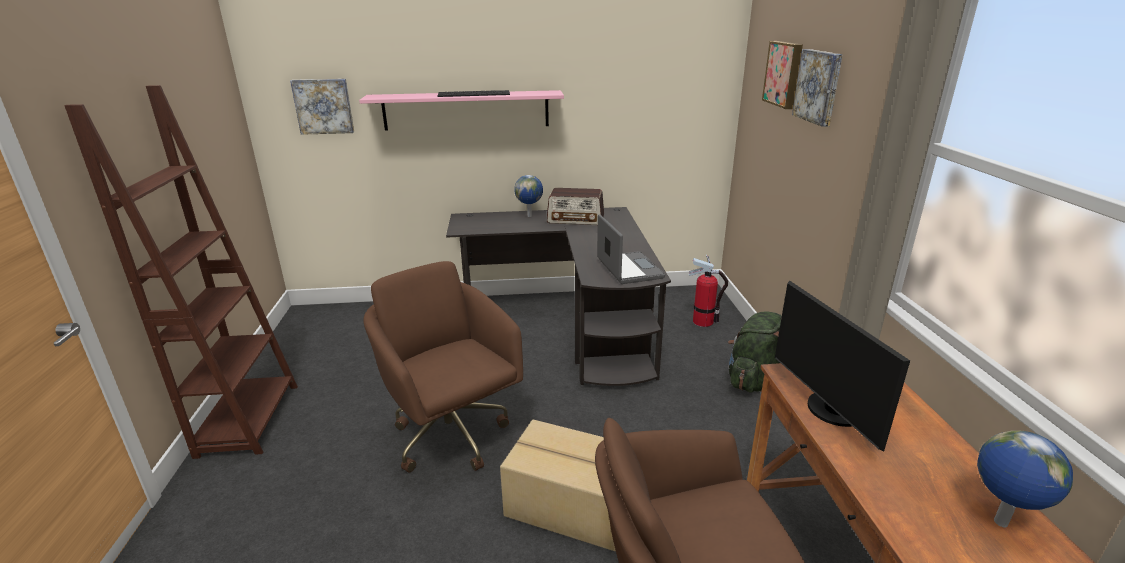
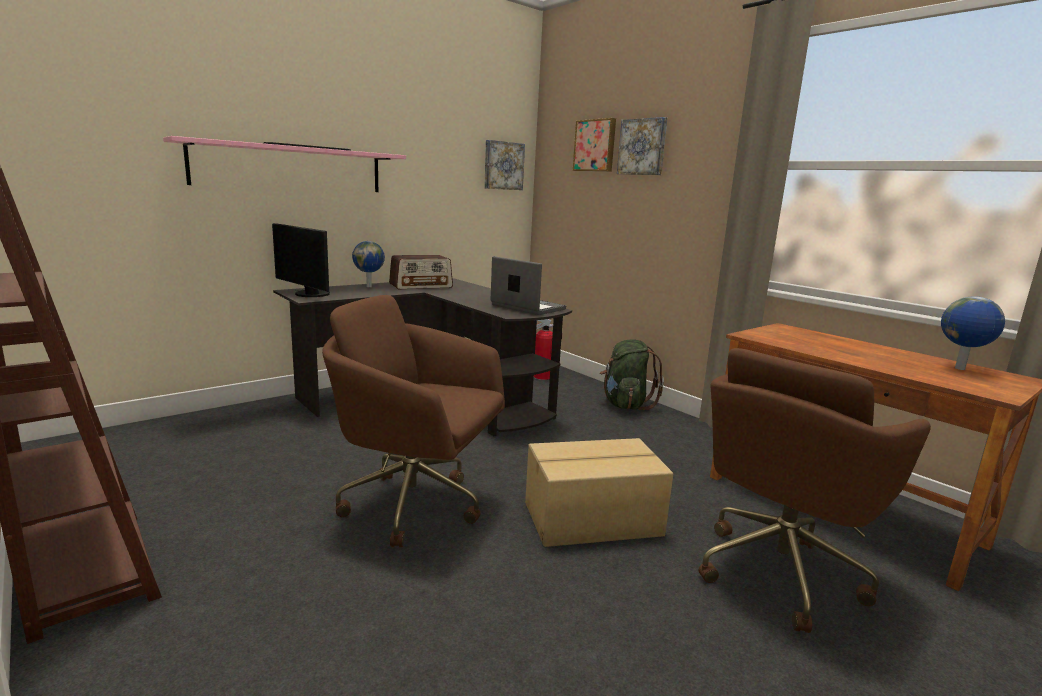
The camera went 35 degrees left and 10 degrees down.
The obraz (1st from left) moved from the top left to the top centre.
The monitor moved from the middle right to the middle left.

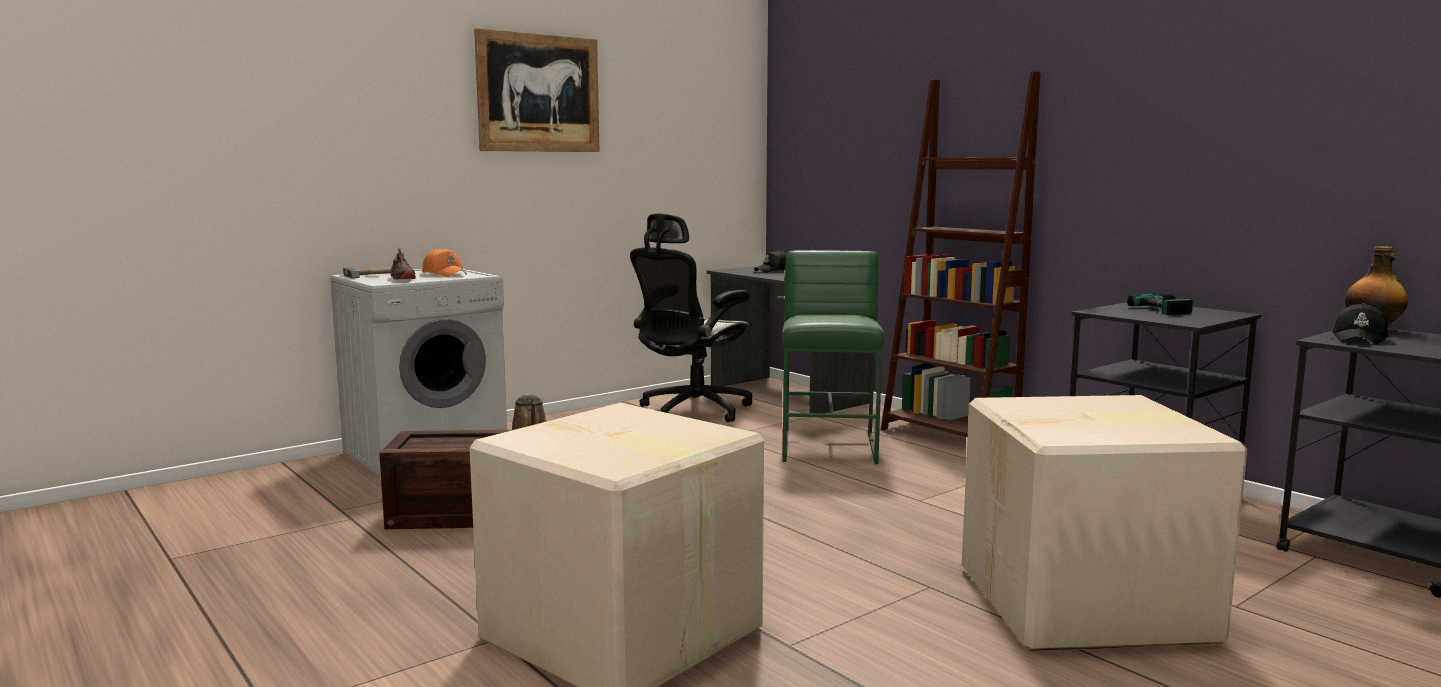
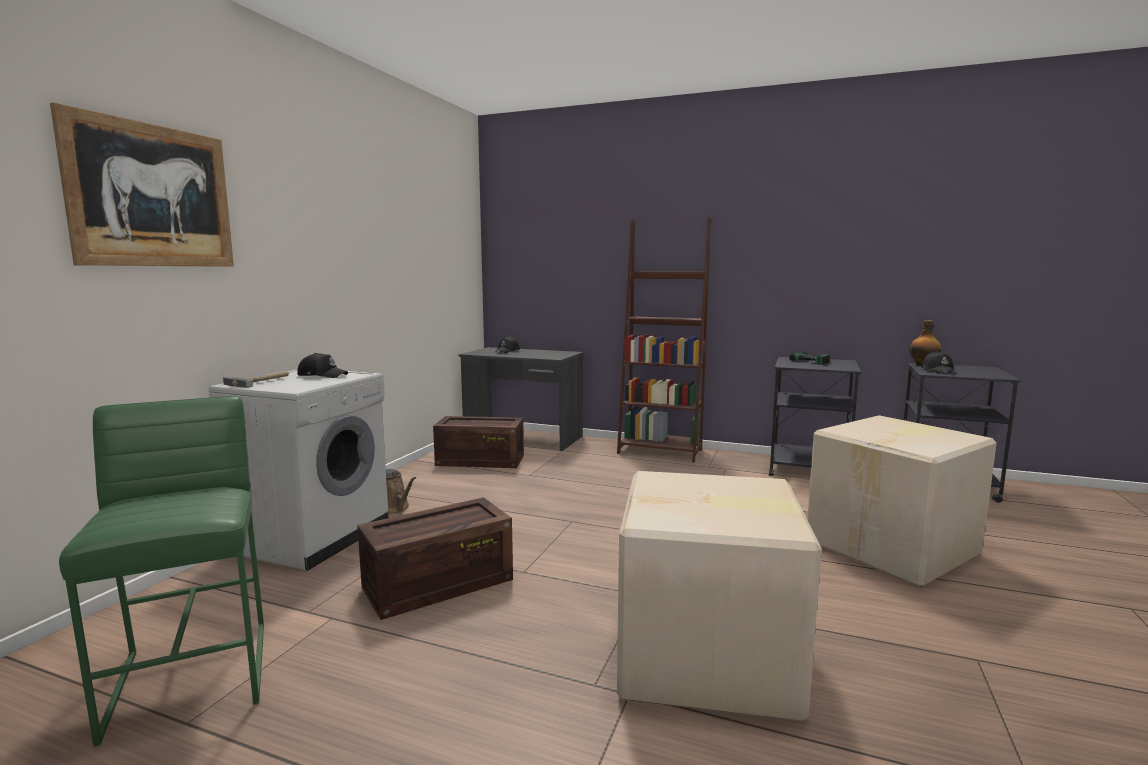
The camera went 30 degrees left and 0 degrees up.
The but/czarny at the middle left disappeared.
The obraz moved from the top centre to the top left.
The stołek/zielony moved from the centre to the bottom left.
The krzesło biurowe at the centre was replaced by the skrzynka (2nd from left) at the centre.
The czapka z daszkiem/pomarańczowy at the middle left became the czapka z daszkiem/czarny (1st from left) at the middle left.

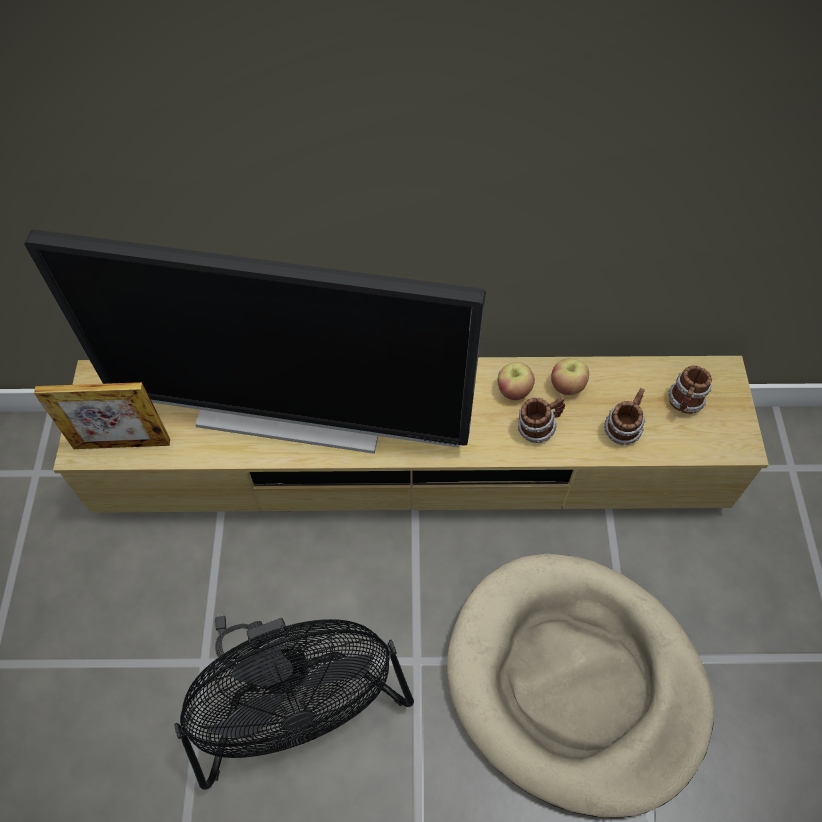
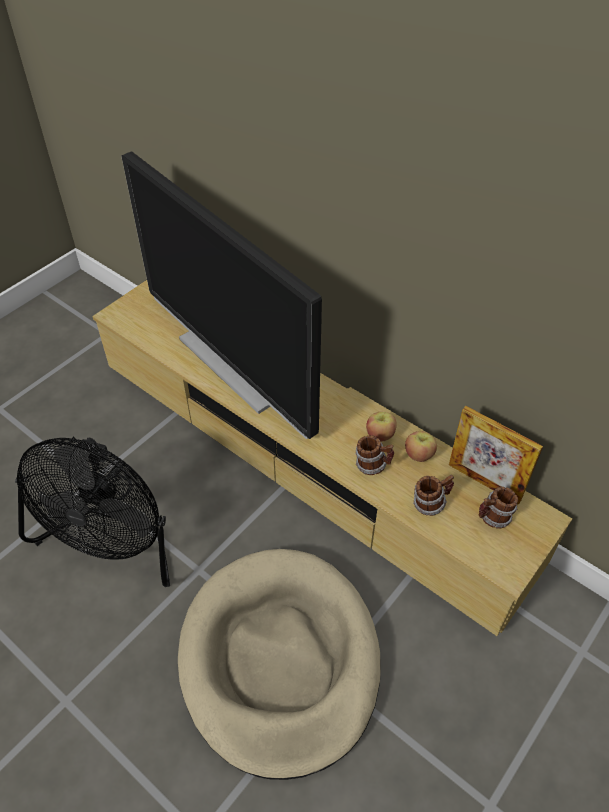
The camera went 40 degrees right and 10 degrees down.
The ramka na zdjęcie moved from the middle left to the middle right.

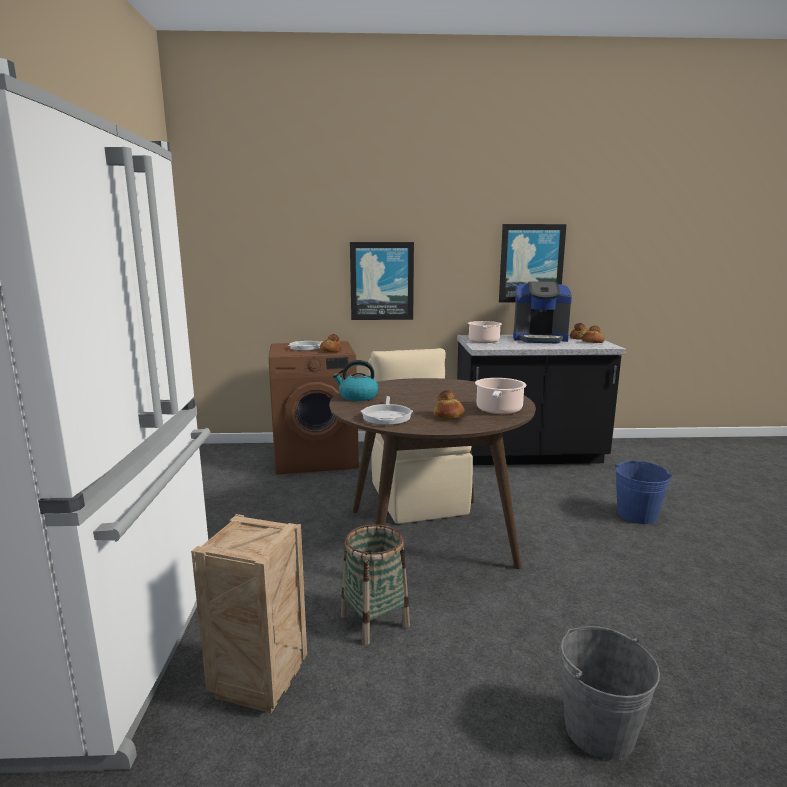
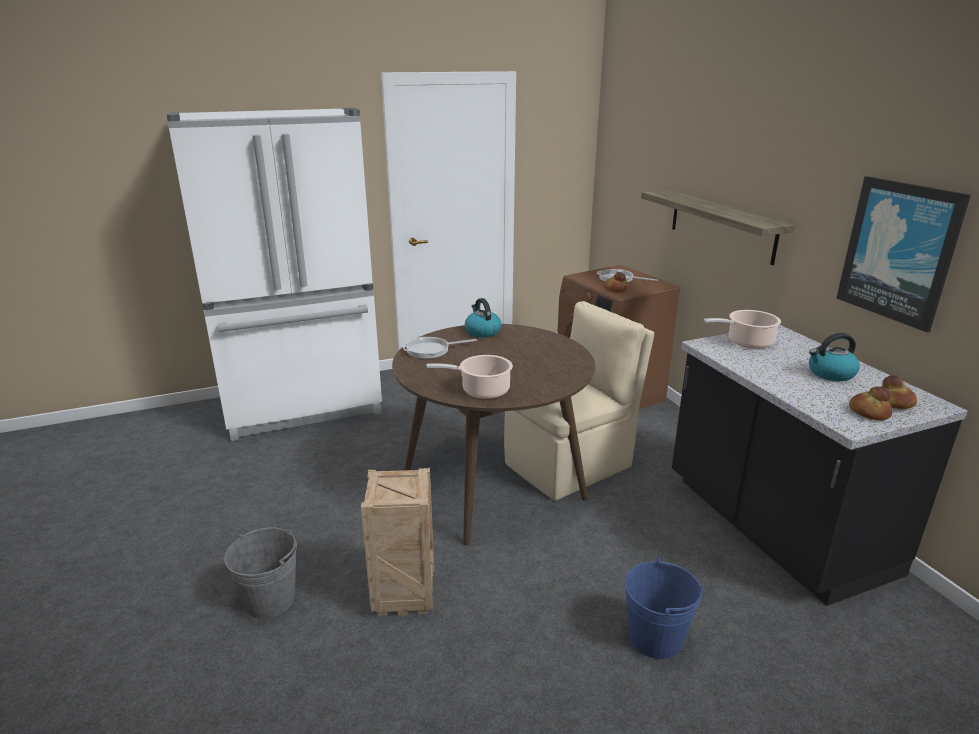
The camera went 70 degrees right and 10 degrees up.
The koszyk at the bottom centre disappeared.
The chleb (2nd from left) at the centre disappeared.
The skrzynka moved from the bottom left to the bottom centre.
The obraz (1st from left) at the centre was replaced by the półka at the top right.
The ekspres do kawy at the middle right was replaced by the czajnik (2nd from left) at the middle right.

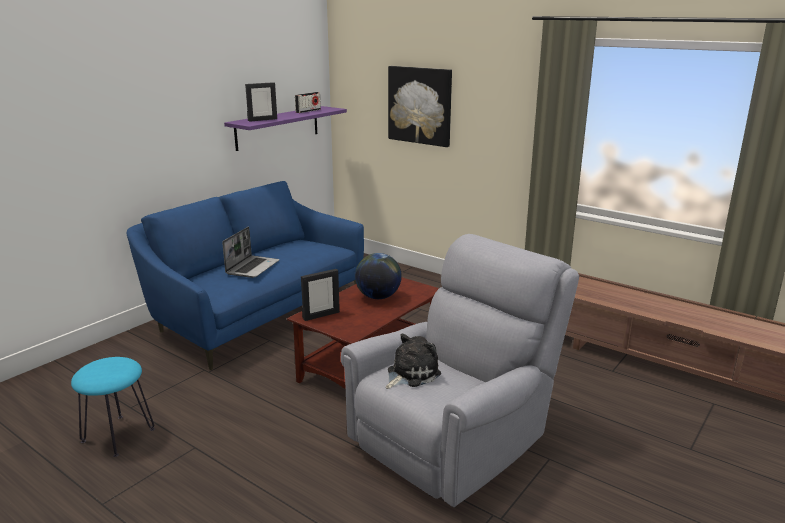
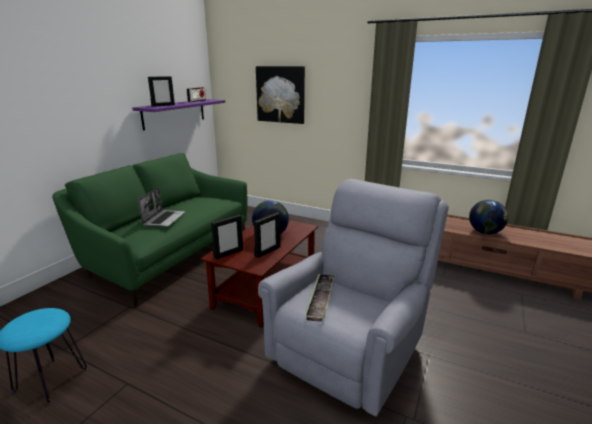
The camera went 10 degrees left and 0 degrees up.
The ramka na zdjęcie (3rd from left) at the centre appeared.
The globus (2nd from left) at the middle right appeared.
The pluszak at the bottom centre was replaced by the taca at the bottom centre.
The kanapa/niebieski at the middle left became the kanapa/zielony at the middle left.

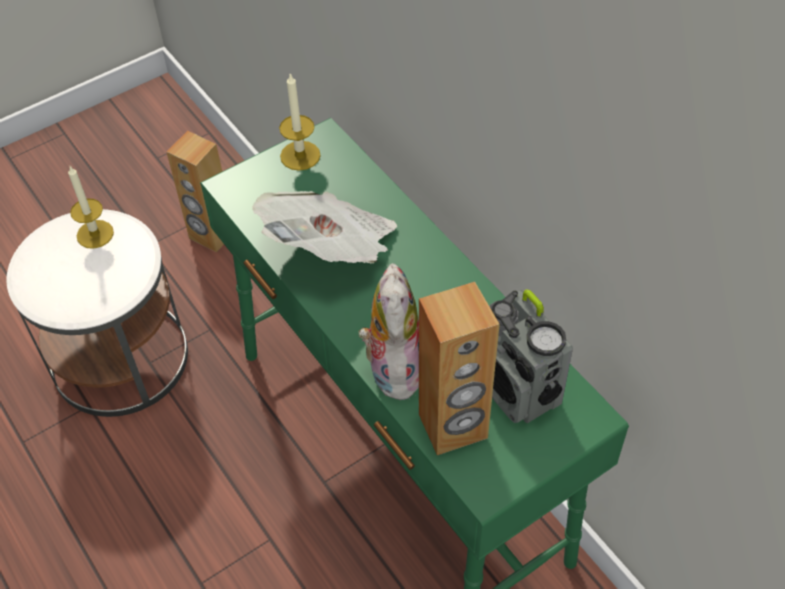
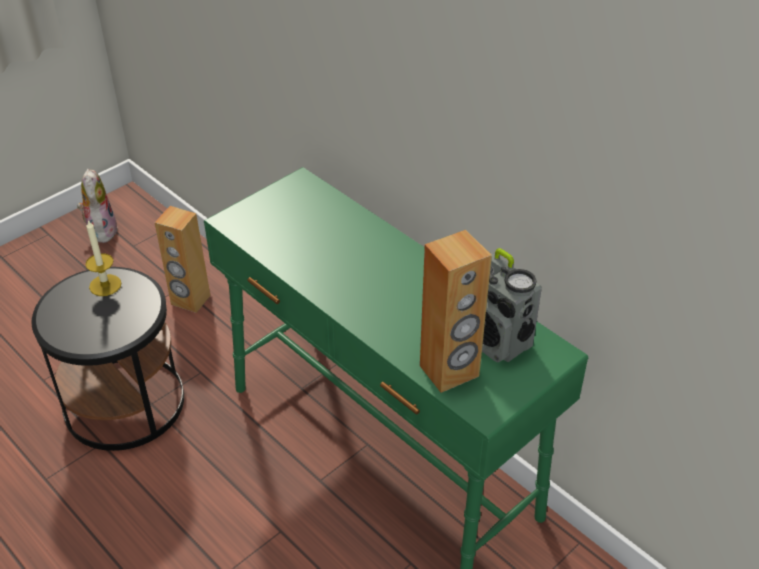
The camera went 10 degrees left and 10 degrees down.
The gazeta at the centre disappeared.
The świeca (2nd from left) at the top centre disappeared.
The pluszak moved from the centre to the middle left.
The stolik/biały at the middle left became the stolik/czarny at the middle left.

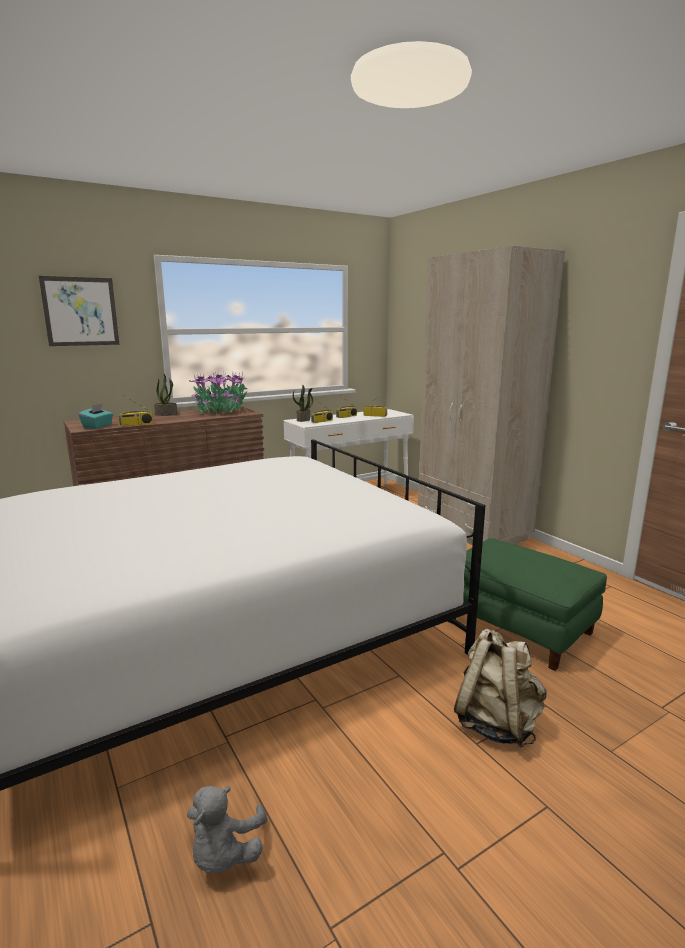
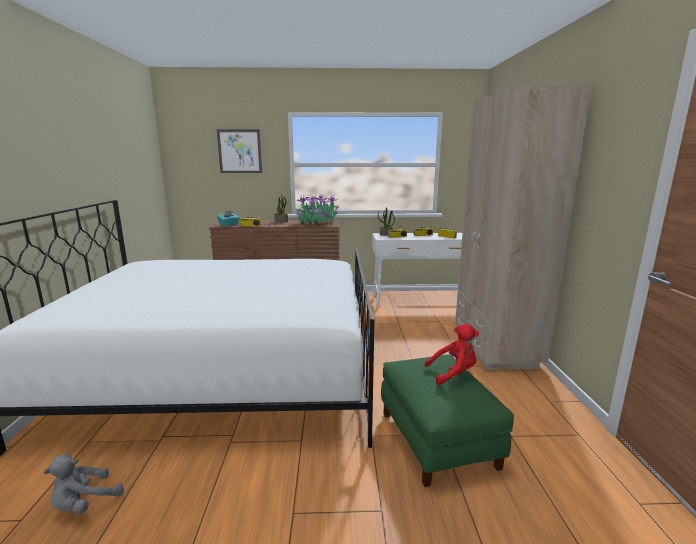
The camera went 30 degrees right and 0 degrees up.
The plecak/beżowy at the bottom right disappeared.
The pluszak/czerwony at the centre appeared.

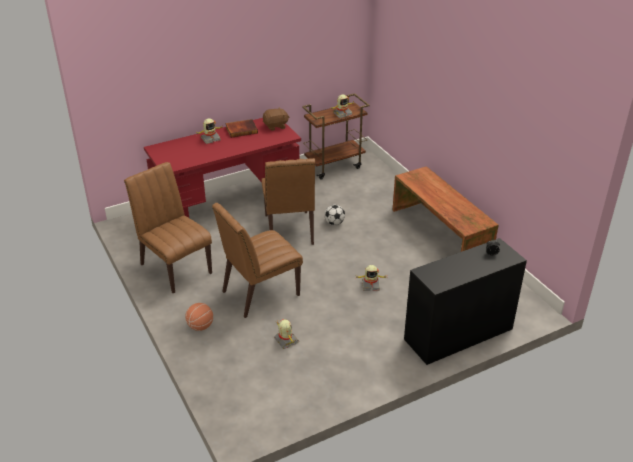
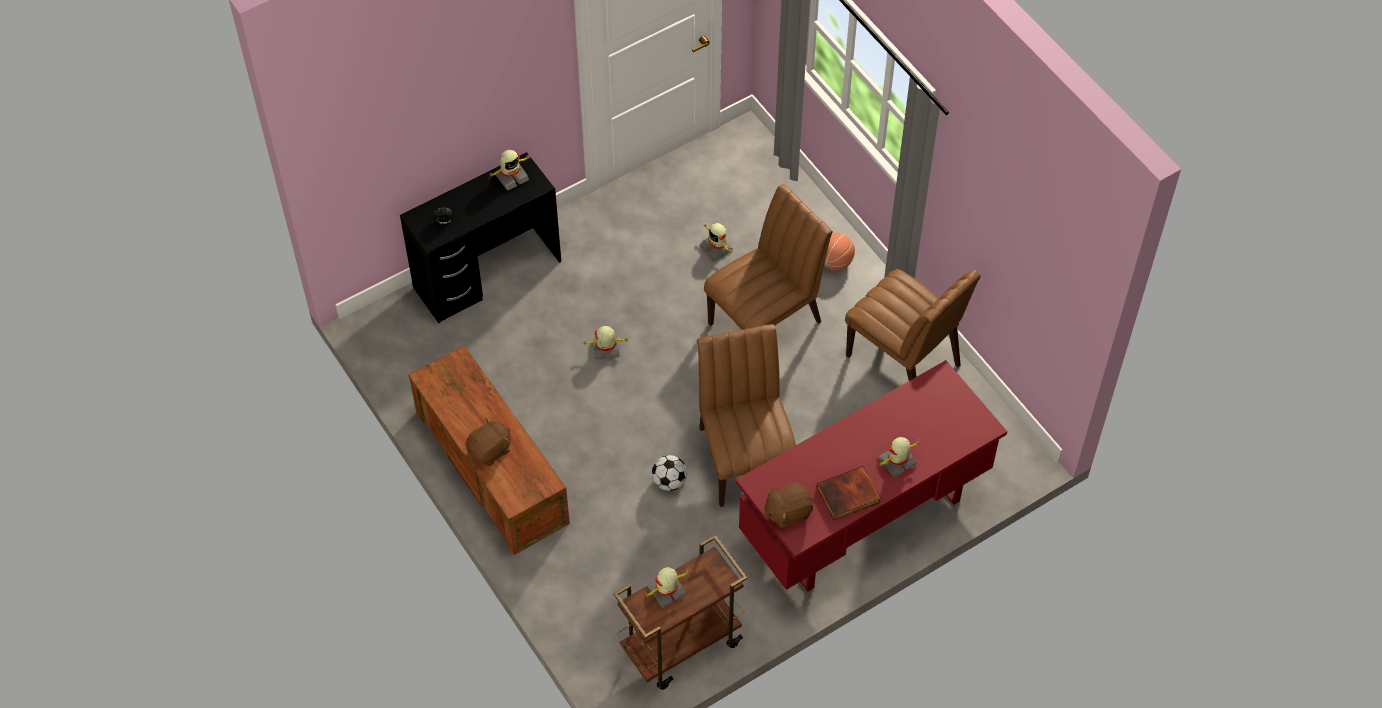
The camera went 175 degrees right and 20 degrees up.
The pluszak/brązowy (1st from left) at the centre appeared.
The robot zabawkowy (1st from left) at the top centre appeared.

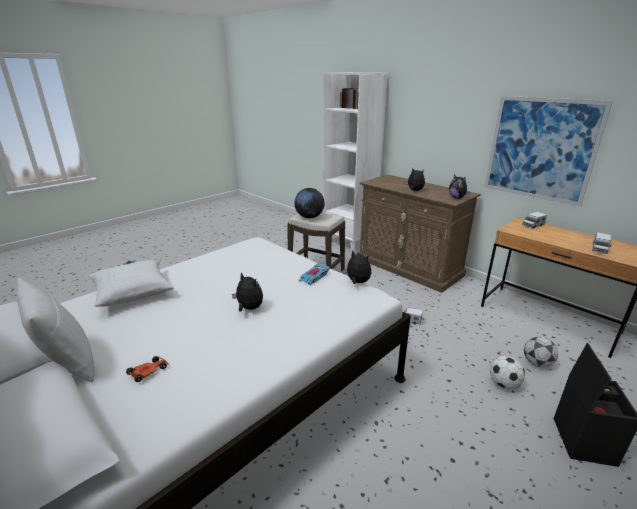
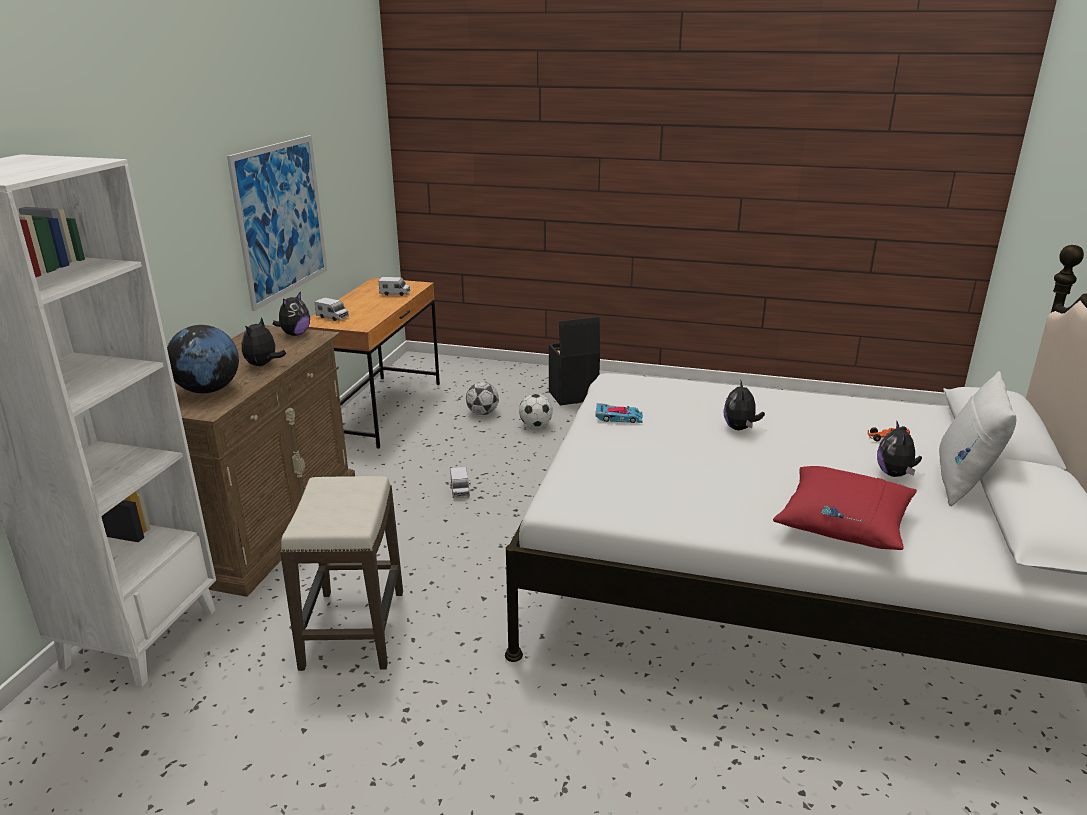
The camera went 120 degrees left and 0 degrees up.
The globus moved from the centre to the middle left.
The pluszak (2nd from left in the first image) moved from the centre to the middle right.
The poduszka/szary (2nd from left) at the middle left became the poduszka/czerwony at the middle right.

